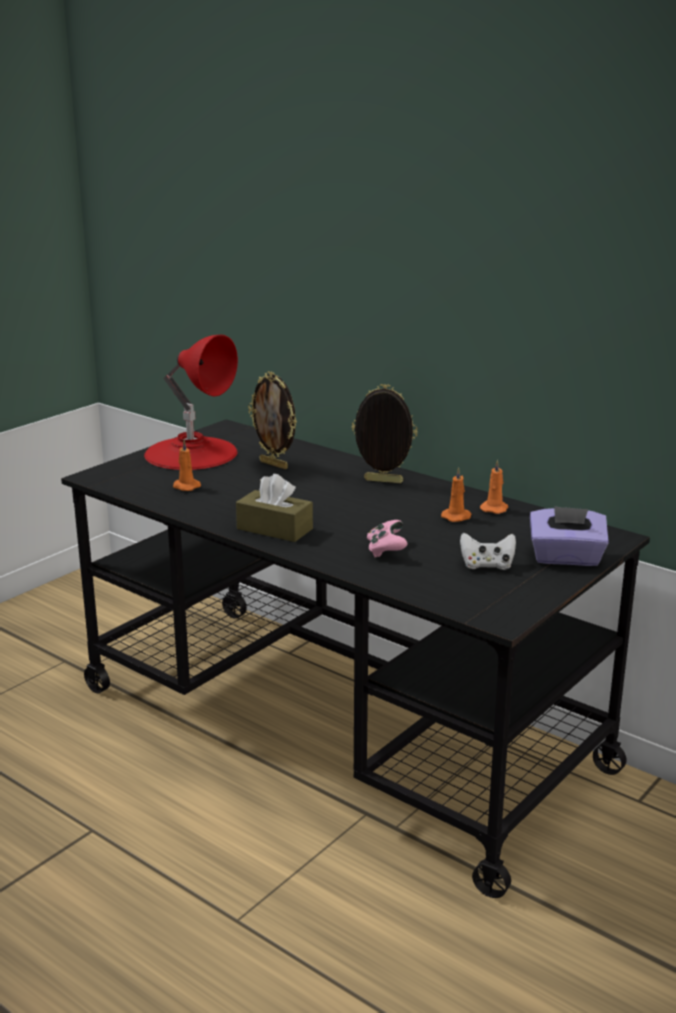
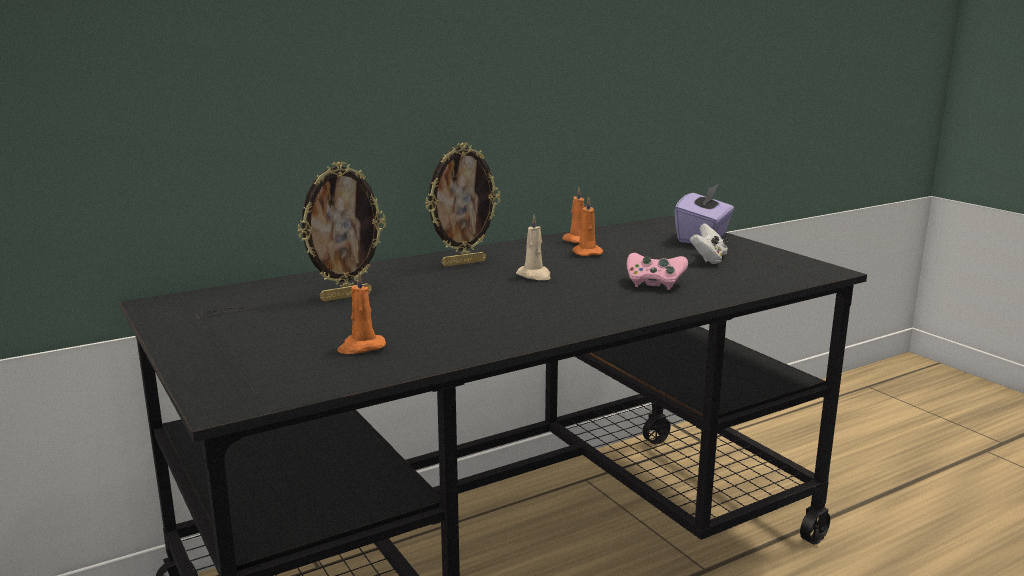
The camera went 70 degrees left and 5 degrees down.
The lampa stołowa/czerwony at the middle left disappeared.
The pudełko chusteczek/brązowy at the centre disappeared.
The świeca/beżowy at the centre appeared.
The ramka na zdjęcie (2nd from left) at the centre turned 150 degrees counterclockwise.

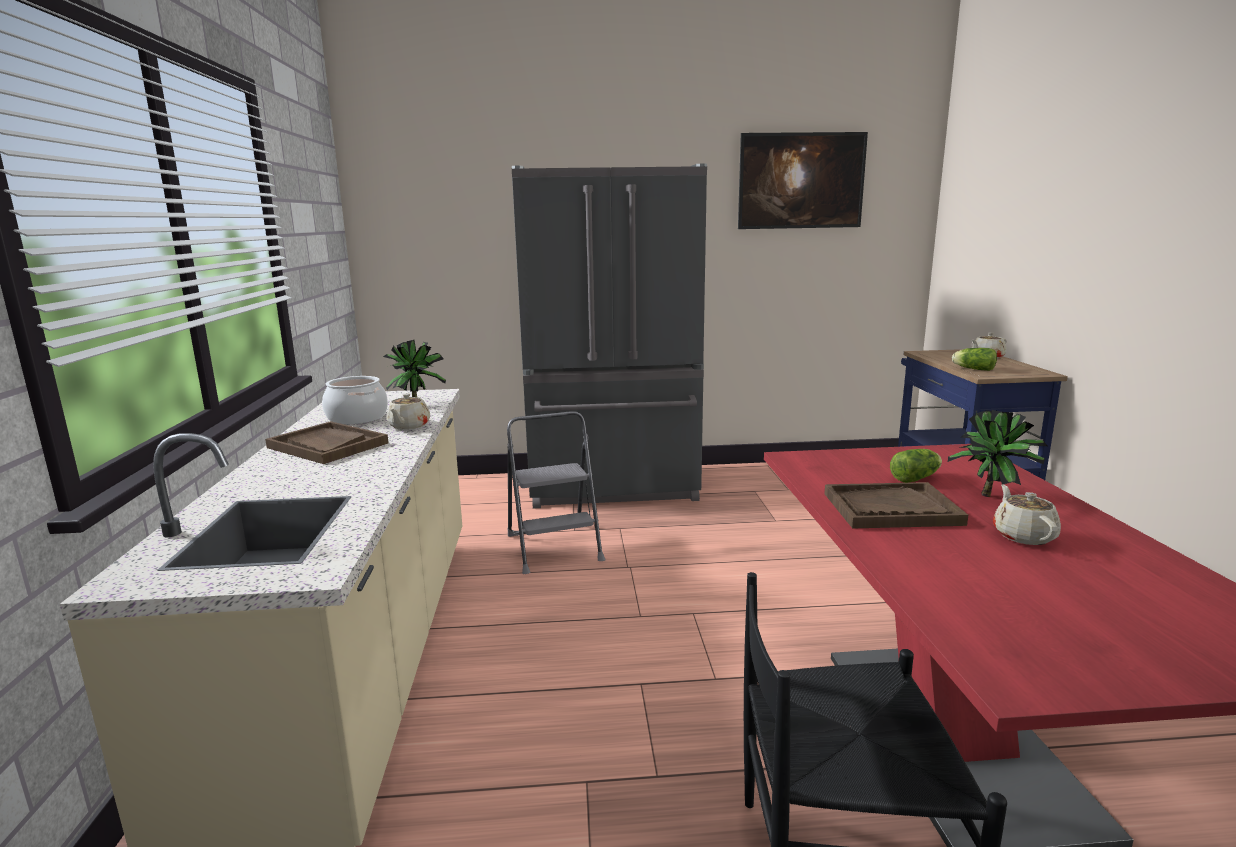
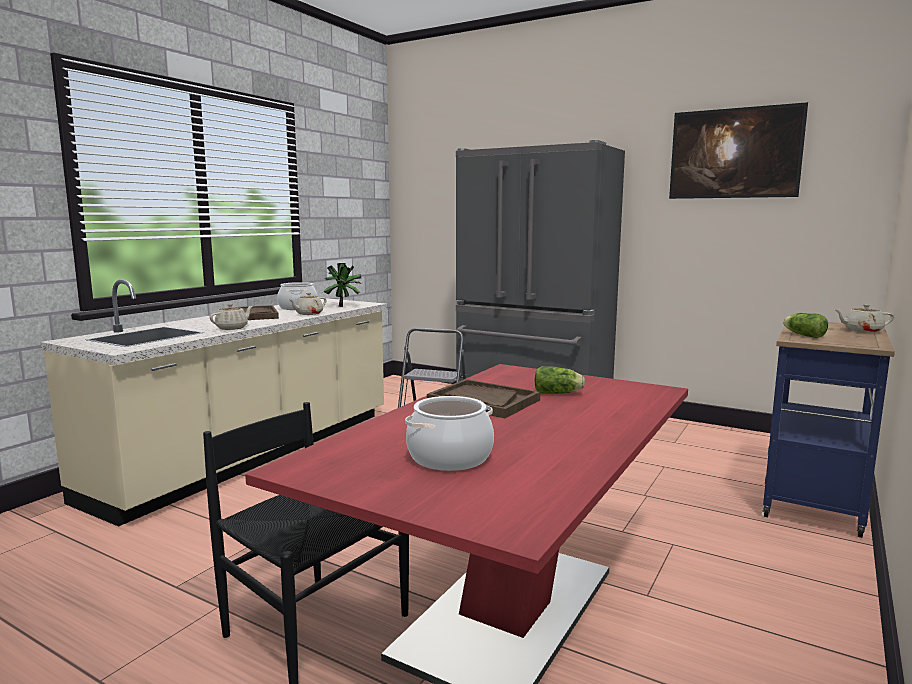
The camera went 35 degrees right and 5 degrees down.
The roślina doniczkowa (2nd from left) at the middle right disappeared.
The garnek (2nd from left) at the centre appeared.
The imbryk/beżowy (3rd from left in the first image) moved from the middle right to the middle left.

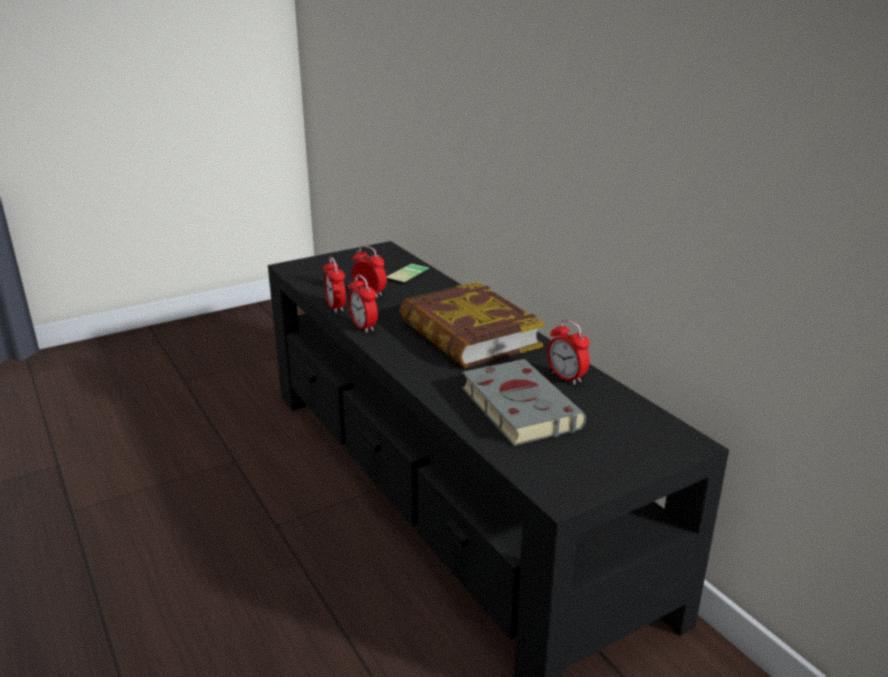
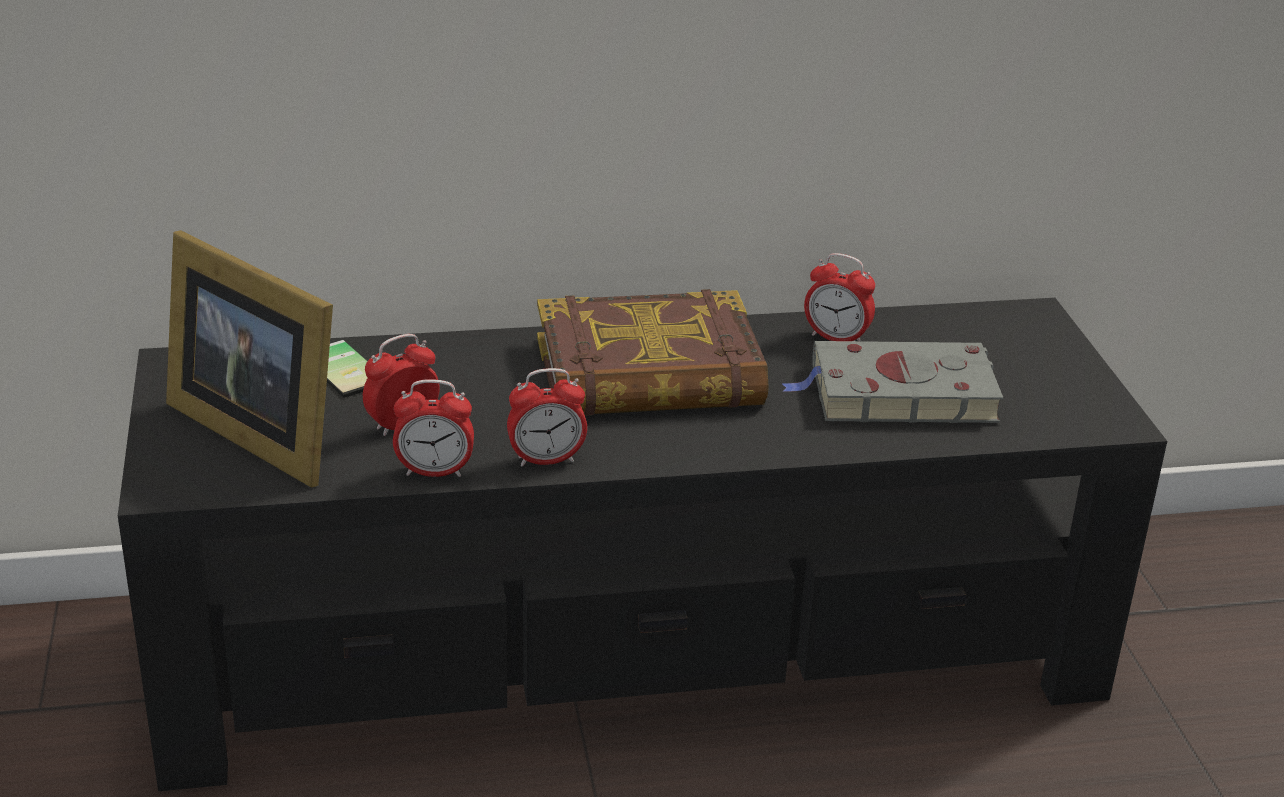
The camera went 70 degrees left and 5 degrees up.
The ramka na zdjęcie at the middle left appeared.
The budzik (4th from left) at the centre turned 45 degrees clockwise.

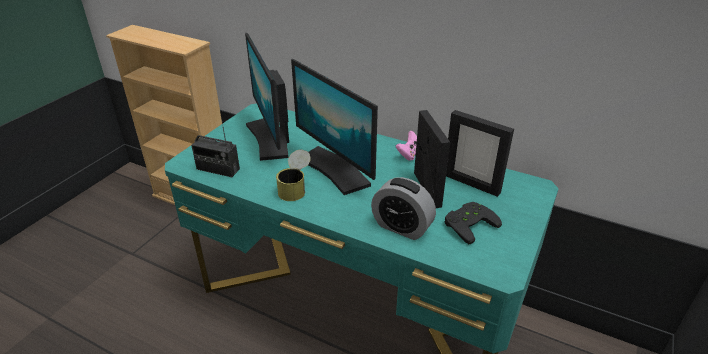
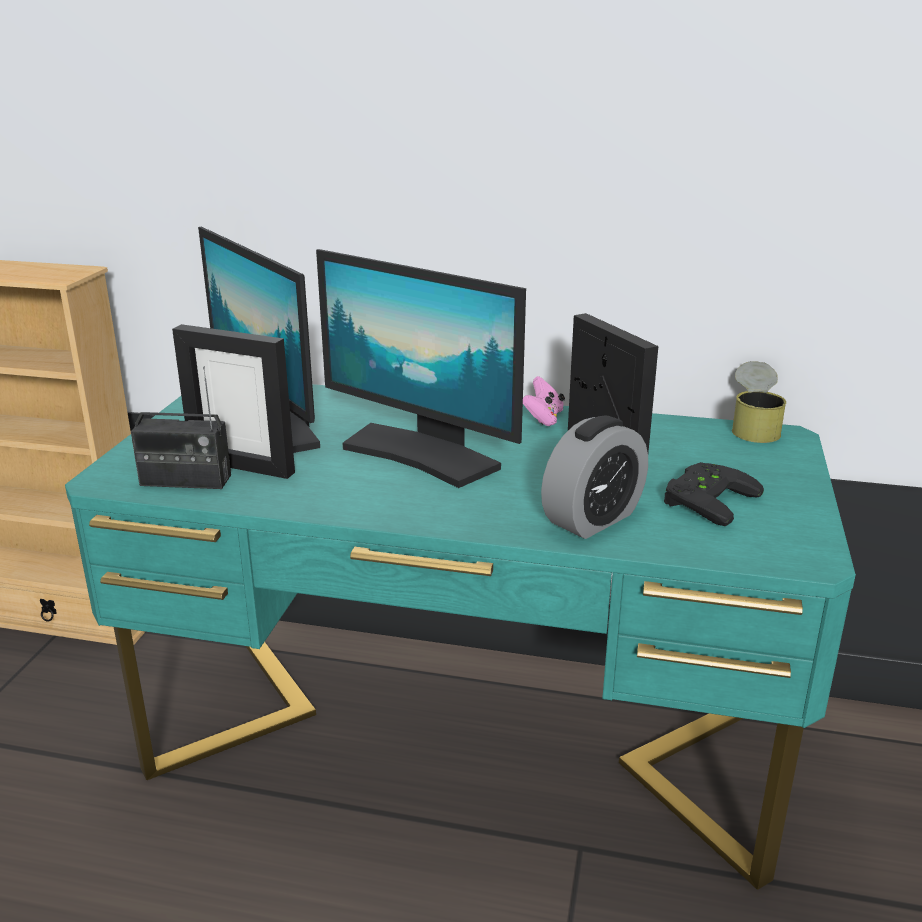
The camera went 15 degrees left and 10 degrees down.
The puszka moved from the centre to the middle right.
The ramka na zdjęcie (2nd from left in the first image) moved from the middle right to the middle left.
The budzik at the centre turned 60 degrees counterclockwise.

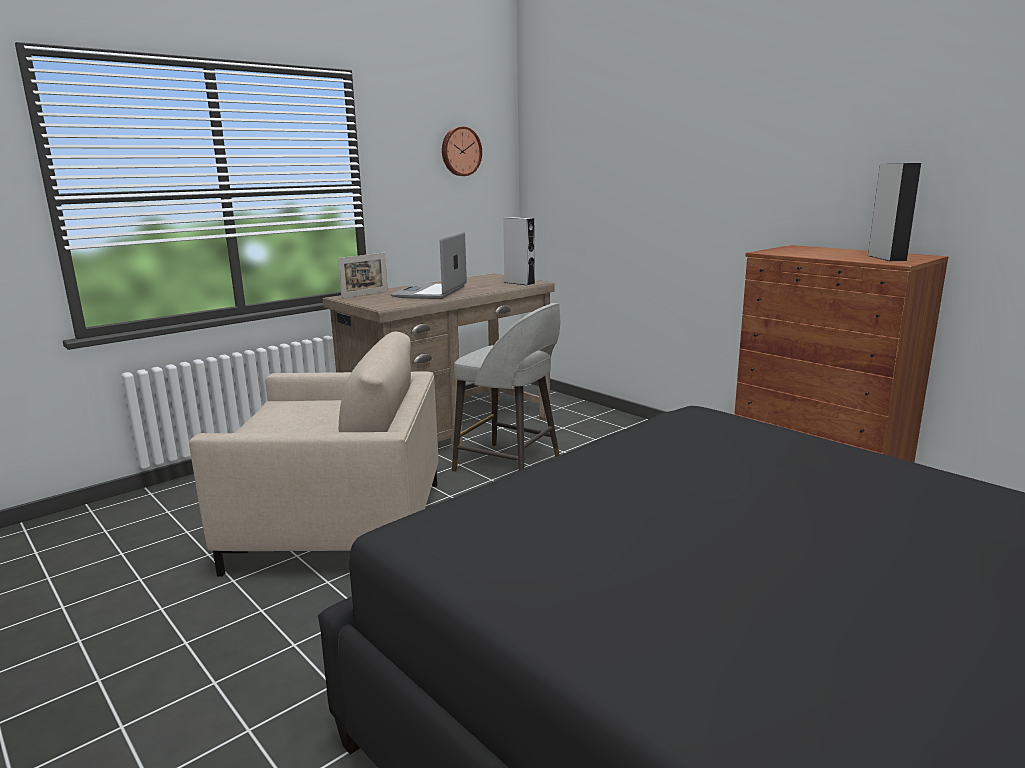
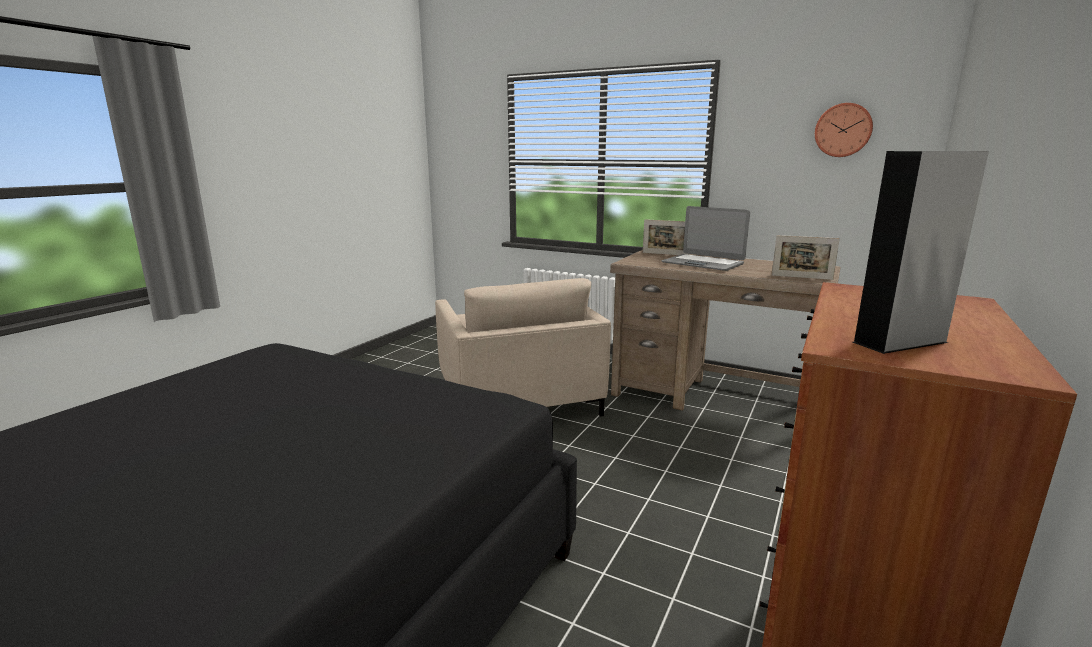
The camera went 70 degrees right and 0 degrees up.
The stołek/szary at the centre disappeared.
The głośnik/szary (1st from left) at the top centre was replaced by the ramka na zdjęcie (2nd from left) at the middle right.
The laptop at the centre turned 135 degrees counterclockwise.

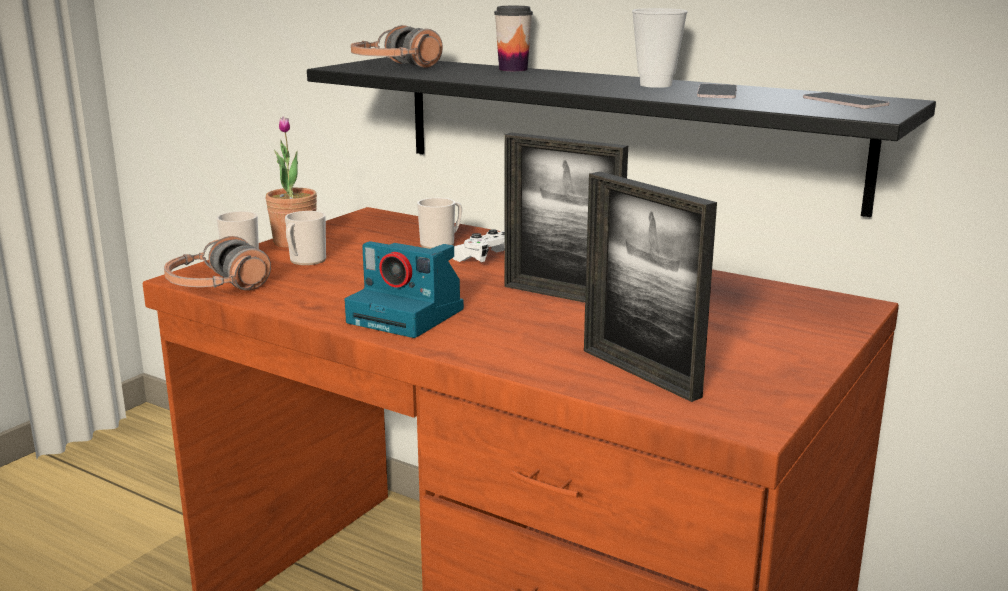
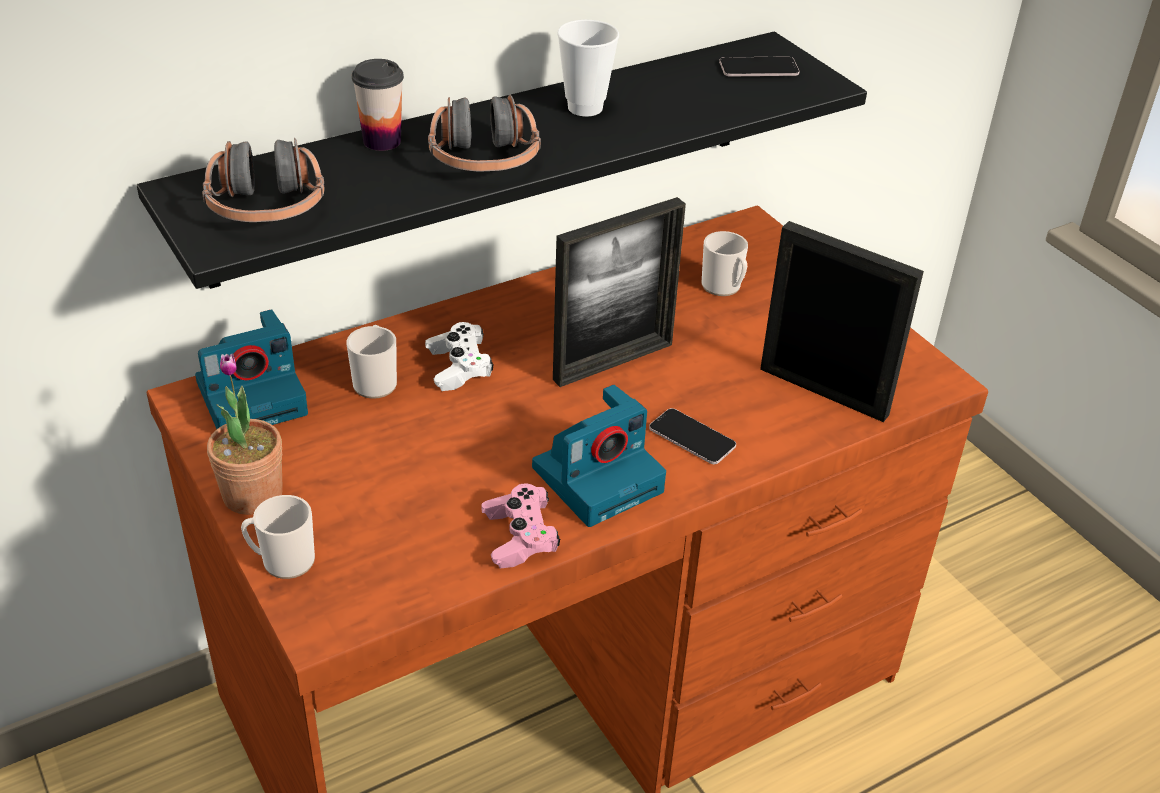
The camera went 65 degrees left and 20 degrees up.
The aparat fotograficzny (1st from left) at the middle left appeared.
The pad do gier/różowy at the centre appeared.
The słuchawki (1st from left in the first image) moved from the middle left to the top centre.
The kubek (2nd from left in the first image) moved from the middle left to the top centre.
The telefon (1st from left) moved from the top right to the centre.
The ramka na zdjęcie (2nd from left) at the centre turned 135 degrees counterclockwise.

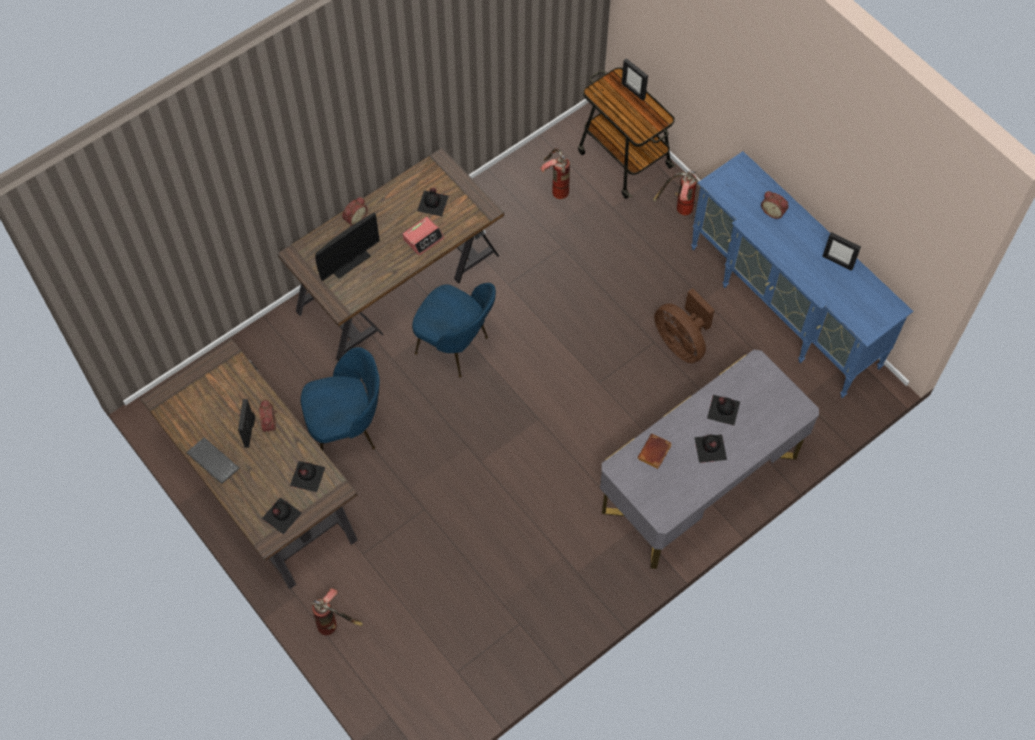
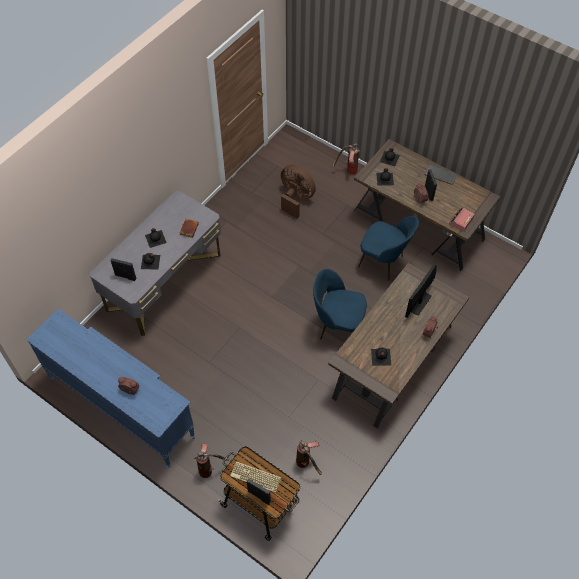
The camera went 165 degrees right and 5 degrees down.
The klawiatura (1st from left) at the bottom centre appeared.
The budzik (3rd from left in the first image) moved from the top centre to the middle right.
The wentylator/brązowy moved from the centre to the top centre.
The ramka na zdjęcie (3rd from left in the first image) moved from the middle right to the middle left.
The krzesło/niebieski (1st from left in the first image) at the middle left turned 120 degrees counterclockwise.

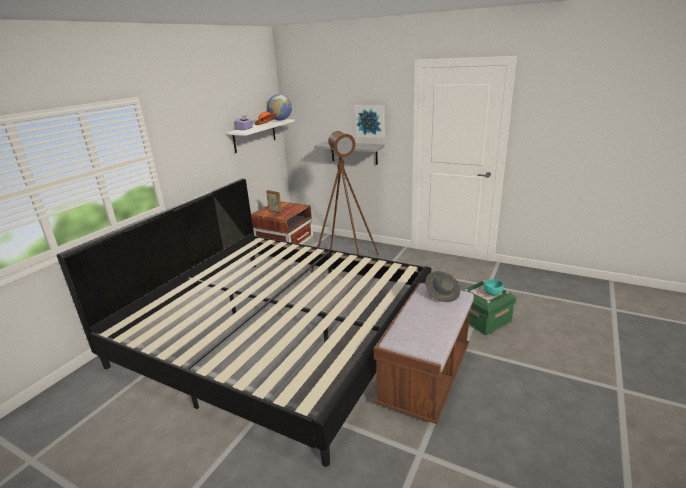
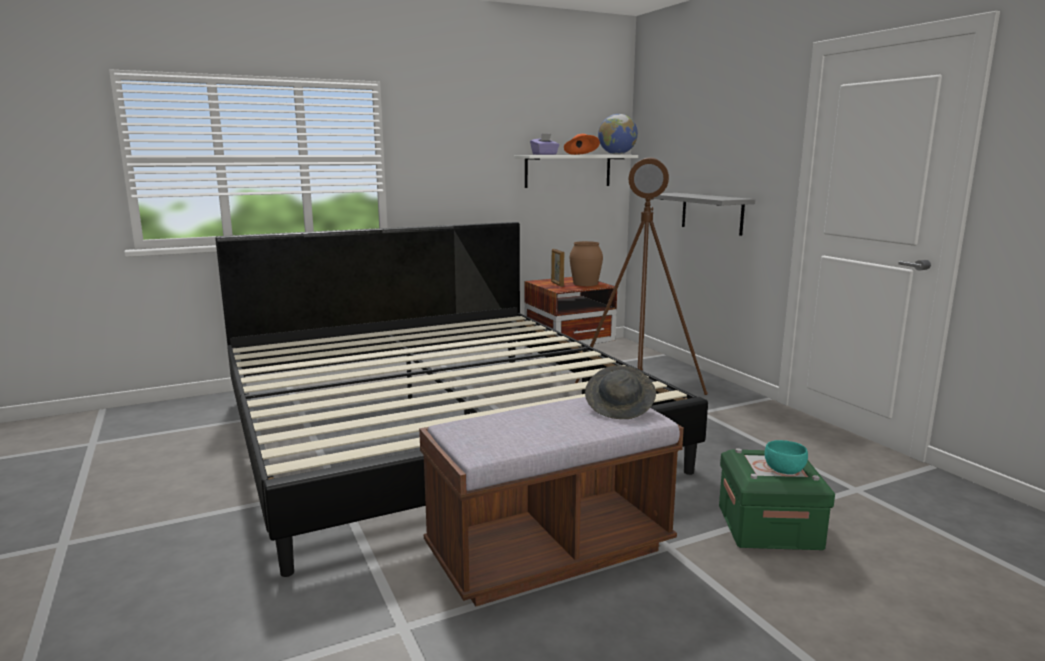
The camera went 35 degrees right and 10 degrees down.
The obraz at the top centre disappeared.
The wazon/brązowy at the centre appeared.

